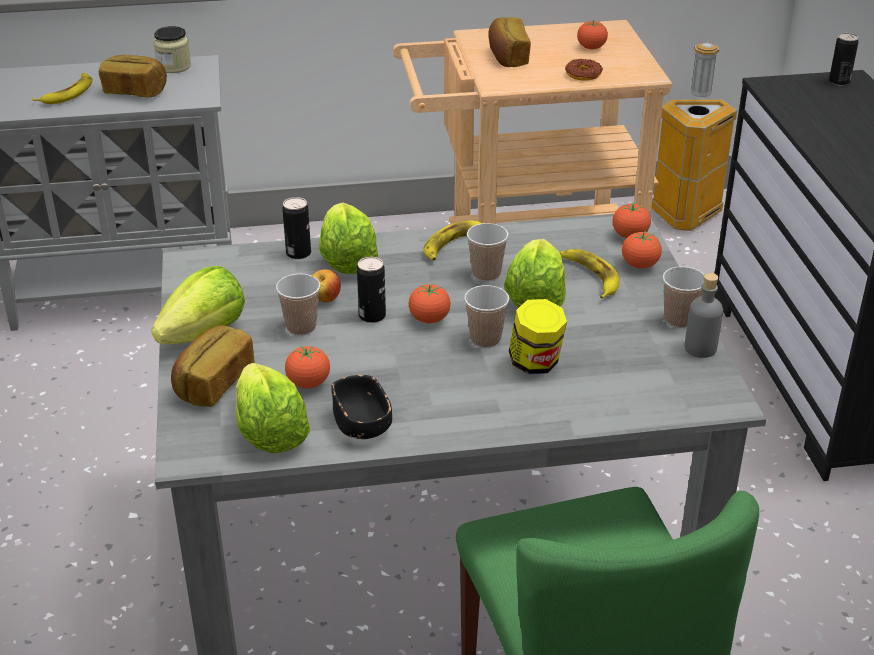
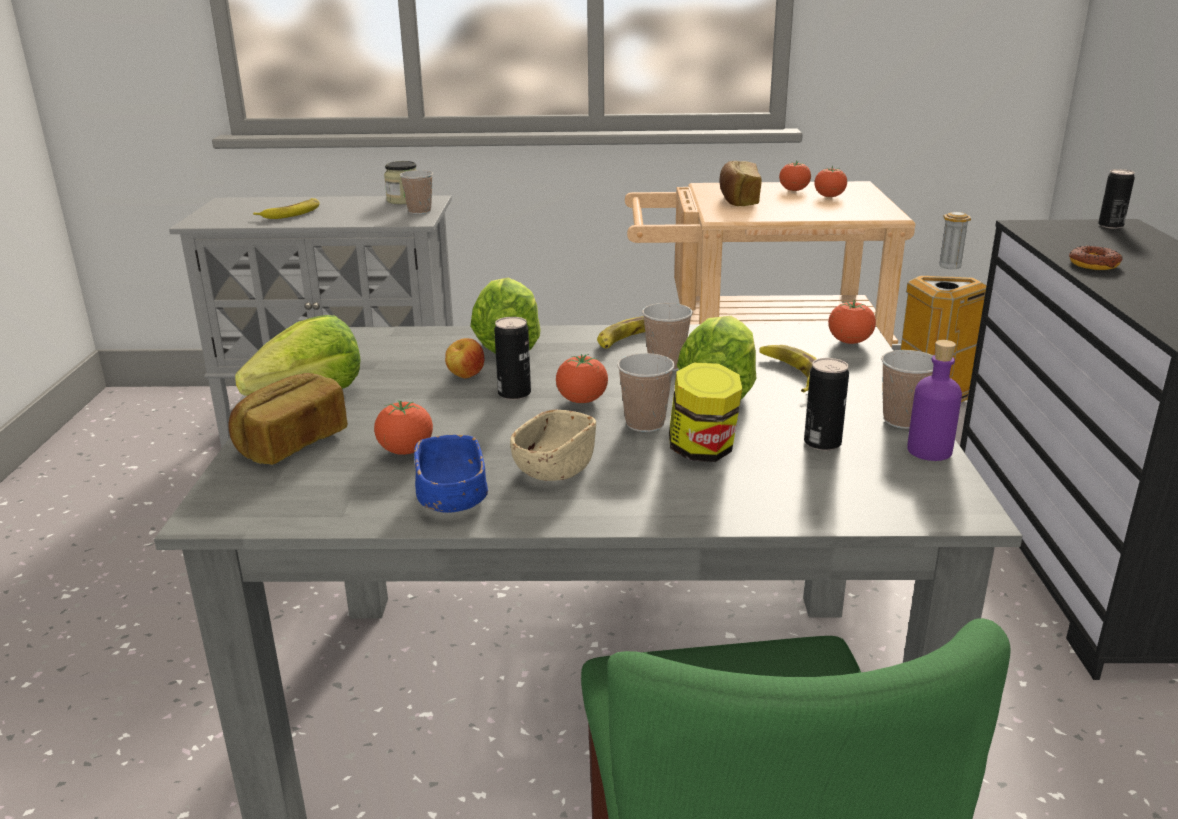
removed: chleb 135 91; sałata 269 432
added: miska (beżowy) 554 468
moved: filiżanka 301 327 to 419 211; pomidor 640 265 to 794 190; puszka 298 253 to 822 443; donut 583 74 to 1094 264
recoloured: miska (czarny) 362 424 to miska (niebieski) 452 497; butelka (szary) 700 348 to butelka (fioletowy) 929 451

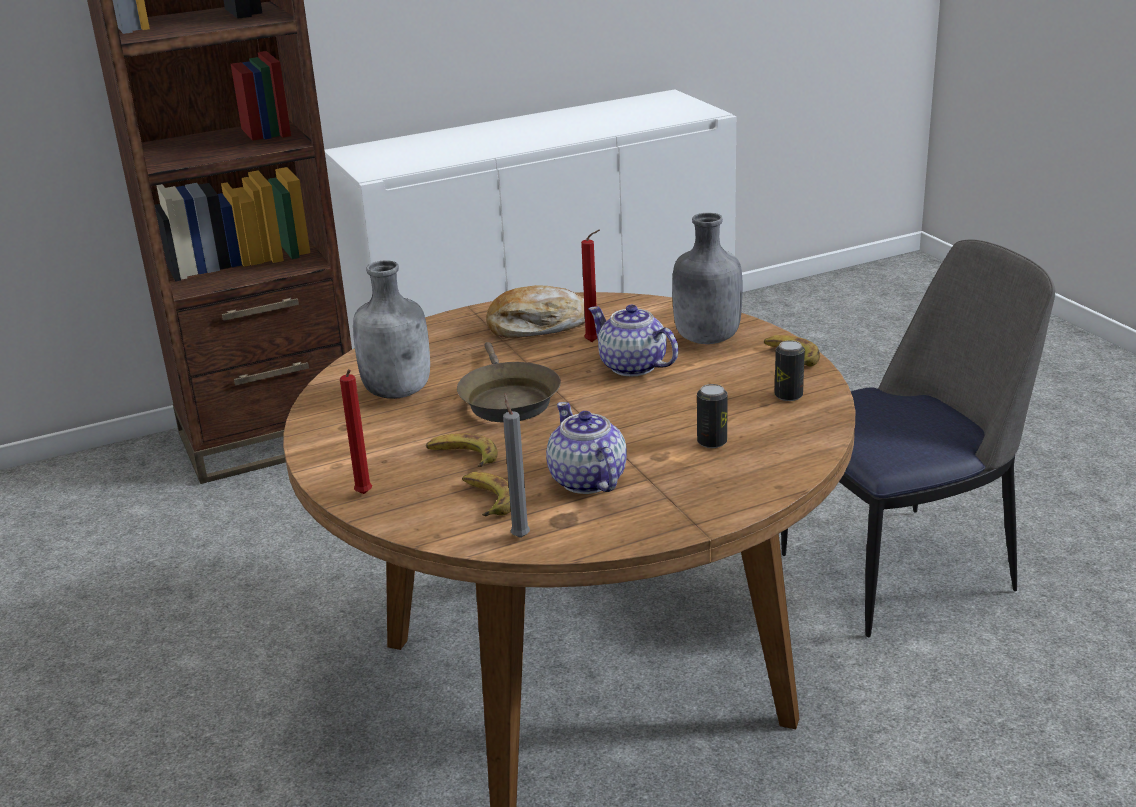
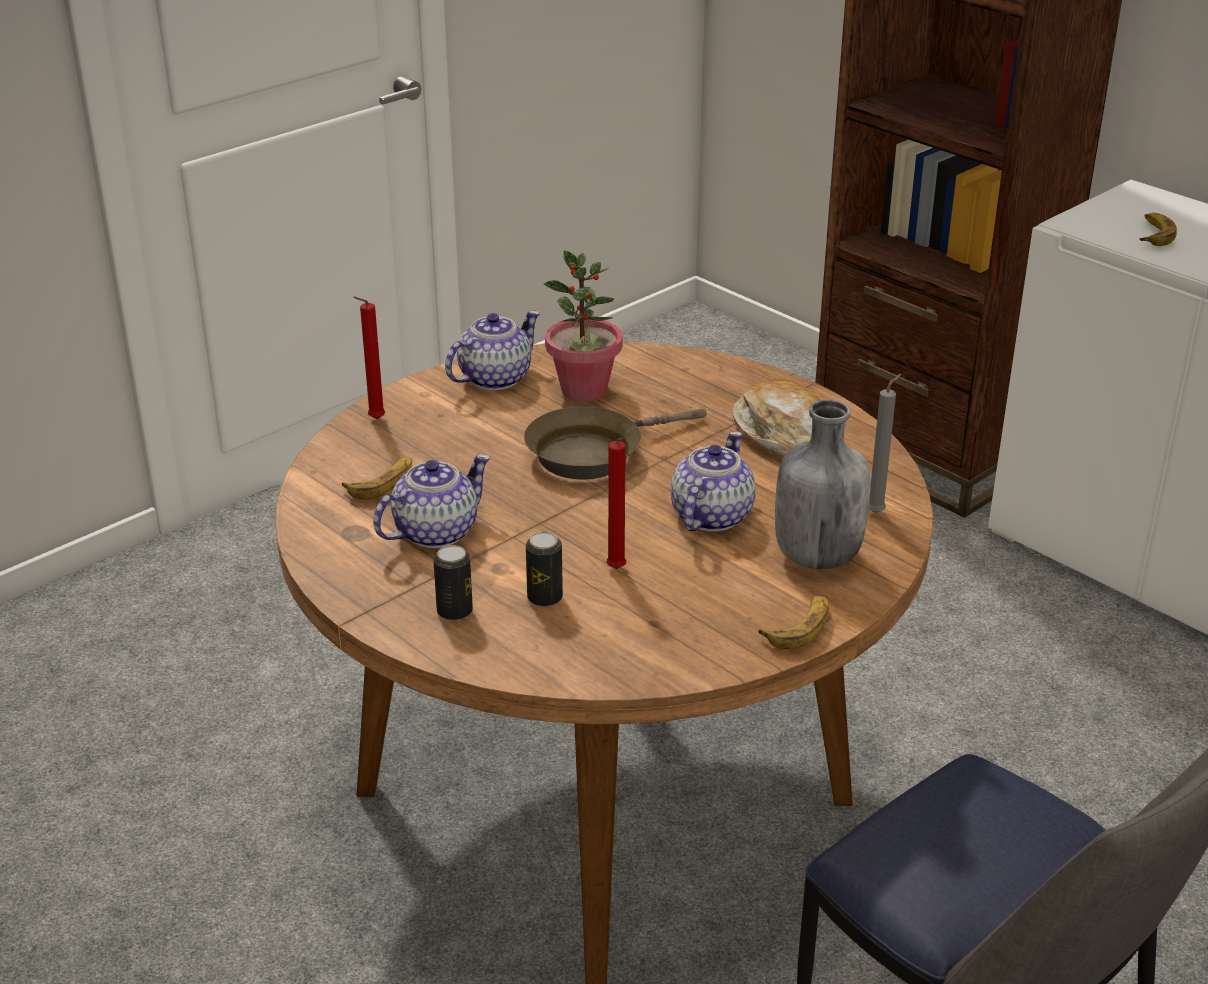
added: imbryk 493 378
moved: puszka 788 395 to 454 611; świeca (czerwony) 594 342 to 616 570; świeca (szary) 520 535 to 878 512; banan 462 456 to 1153 234
replaced: butelka (szary) 399 391 to roślina doniczkowa 584 390

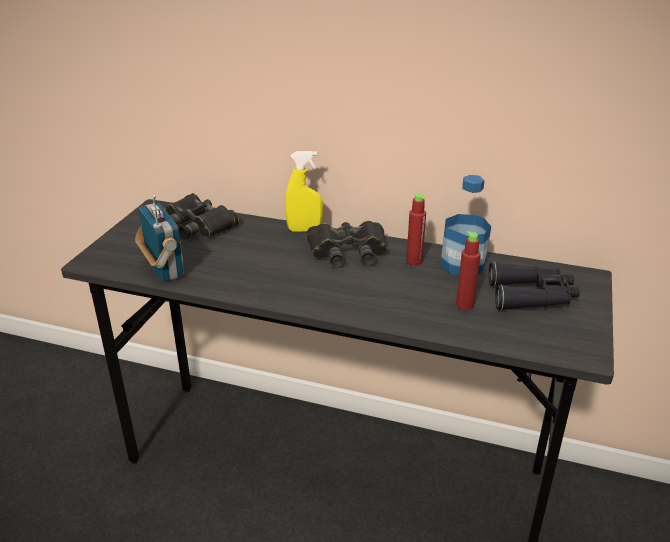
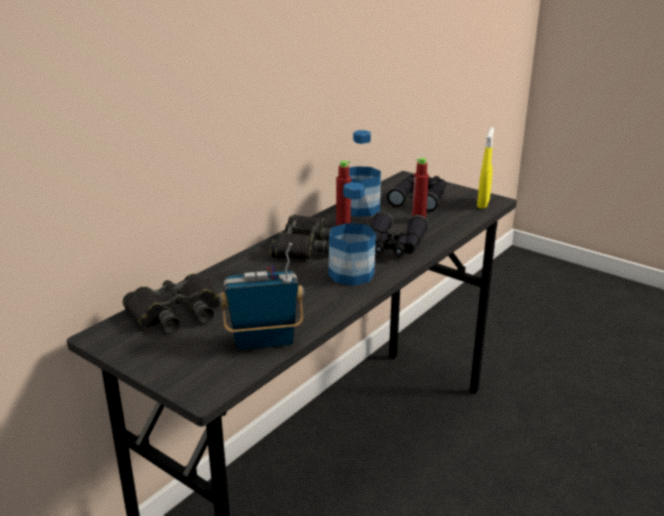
added: butelka 351 274; lornetka (czarny) 394 246
moved: spryskiwacz (żółty) 304 230 to 483 204

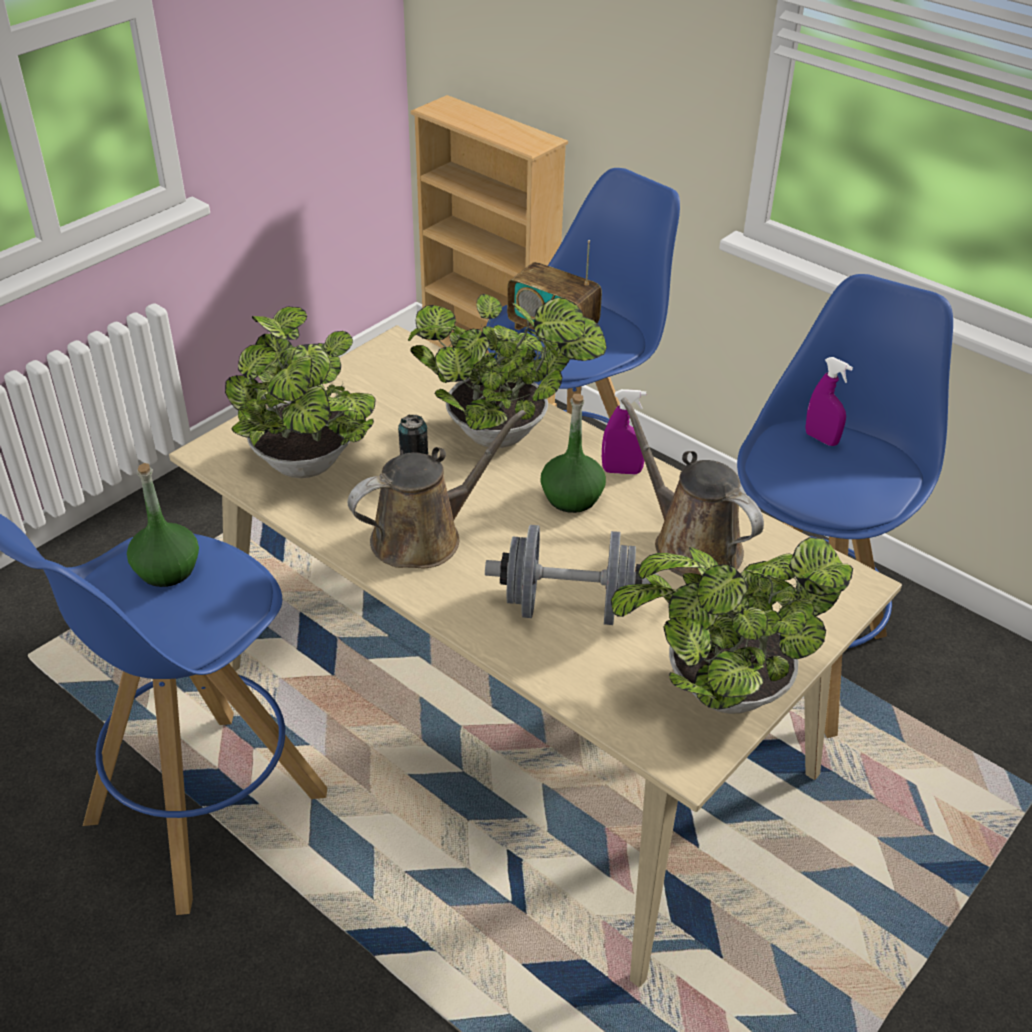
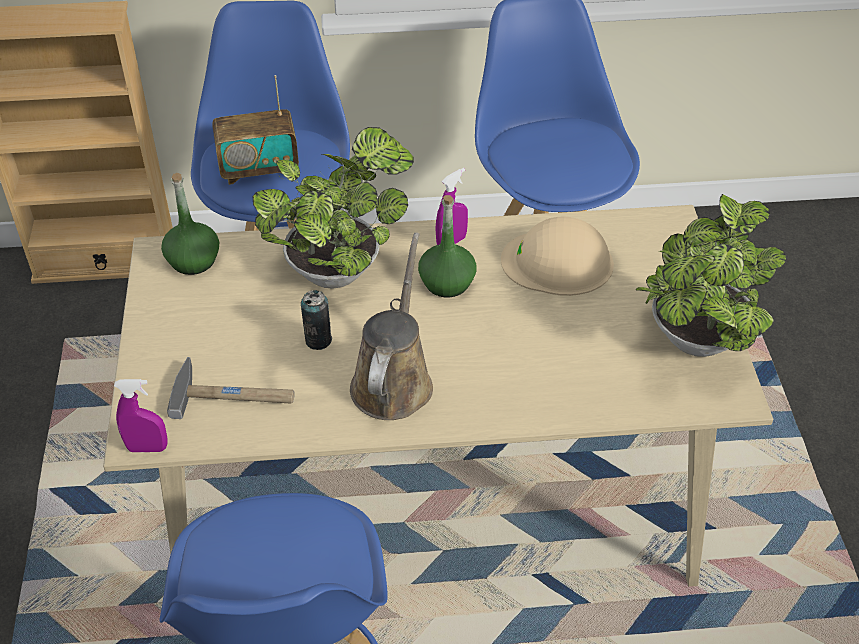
removed: hantel (szary) 569 607
moved: spryskiwacz (fioletowy) 821 439 to 147 448; butelka (zielony) 167 570 to 193 261
replaced: roślina doniczkowa 306 467 to młotek 234 395; konewka (brązowy) 691 544 to kask (beżowy) 558 262

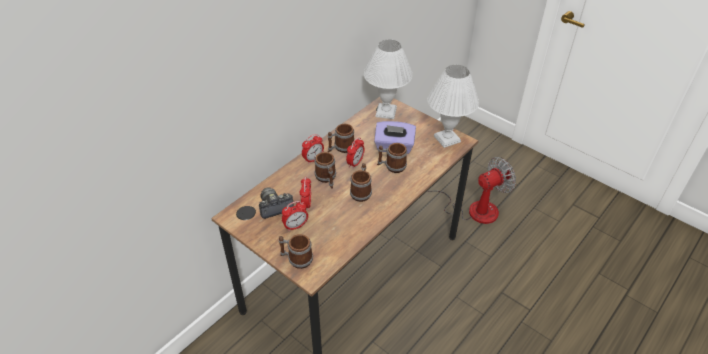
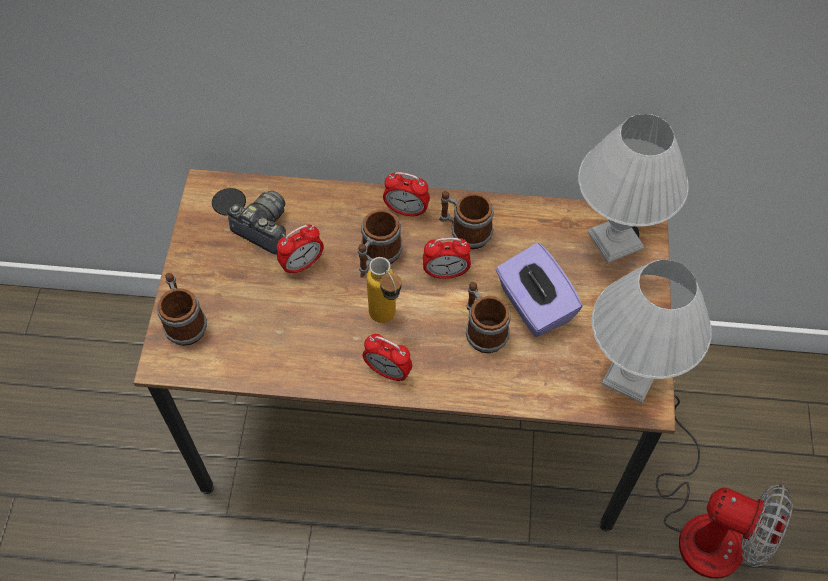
moved: budzik 295 226 to 388 371
replaced: kubek 361 191 to butelka 387 321

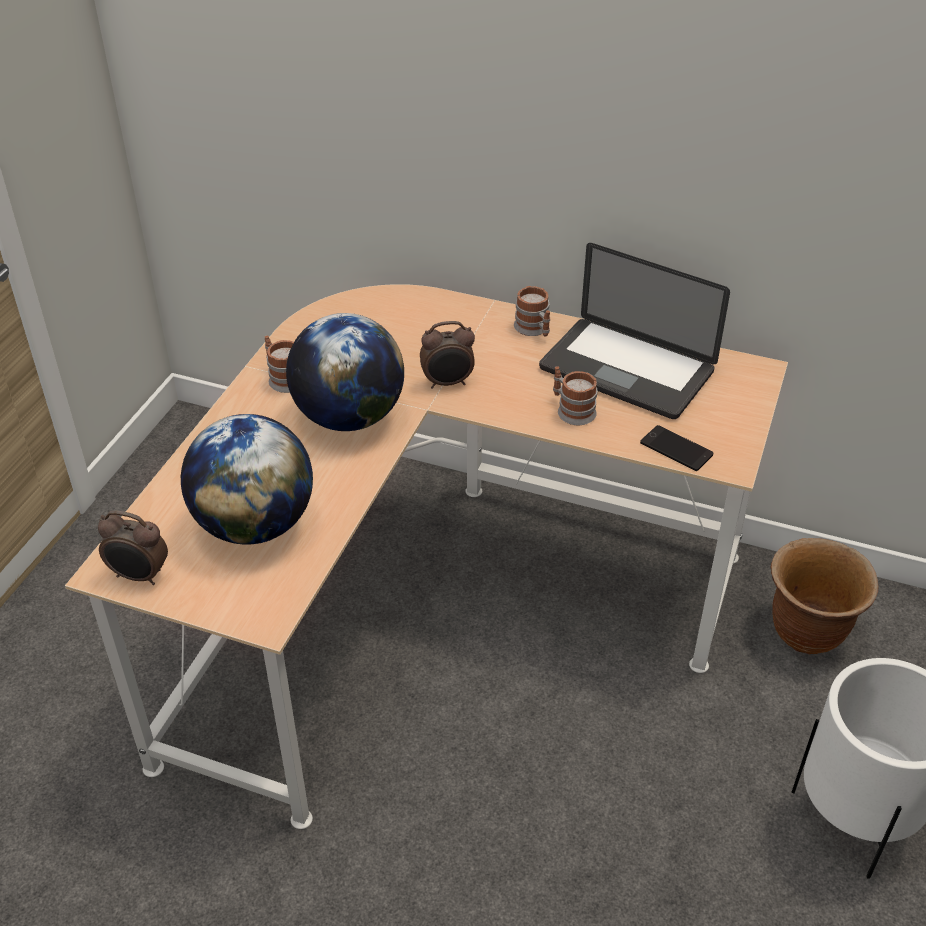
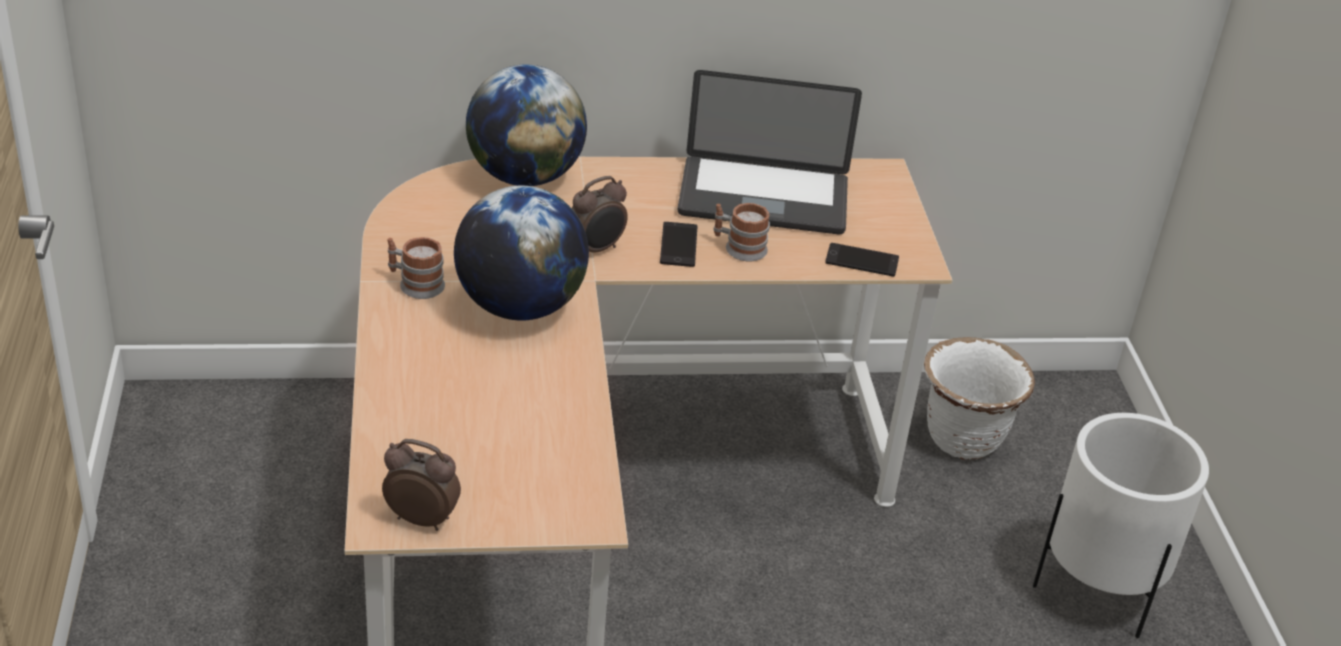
removed: kubek 534 329
added: telefon 678 245
moved: globus 255 525 to 525 176
recoloured: donica (brązowy) 807 631 to donica (biały) 962 438
turned: budzik 139 576 = 422 518 150 degrees counterclockwise

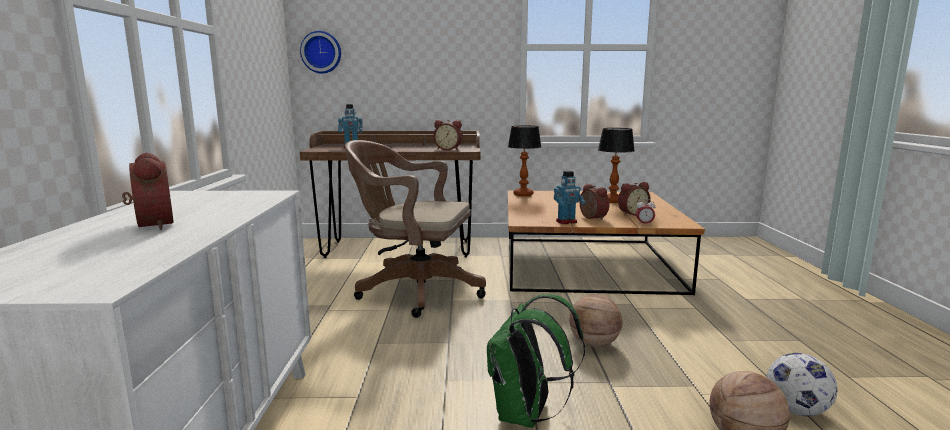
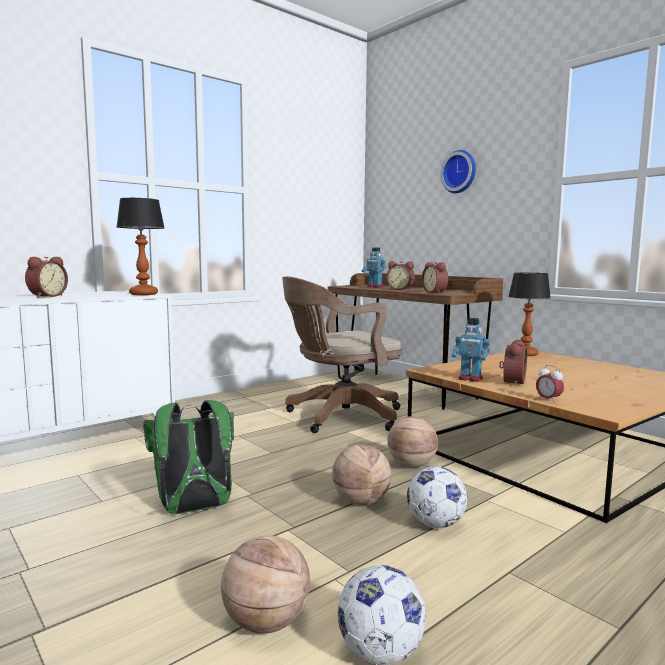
added: piłka do koszykówki 411 465; piłka futbolowa 436 524
moved: lampa stołowa 613 201 to 143 294; budzik 631 214 to 400 289; zegar ścienny 321 52 to 460 172
turned: krzesło biurowe (brązowy) 414 290 = 339 417 90 degrees counterclockwise

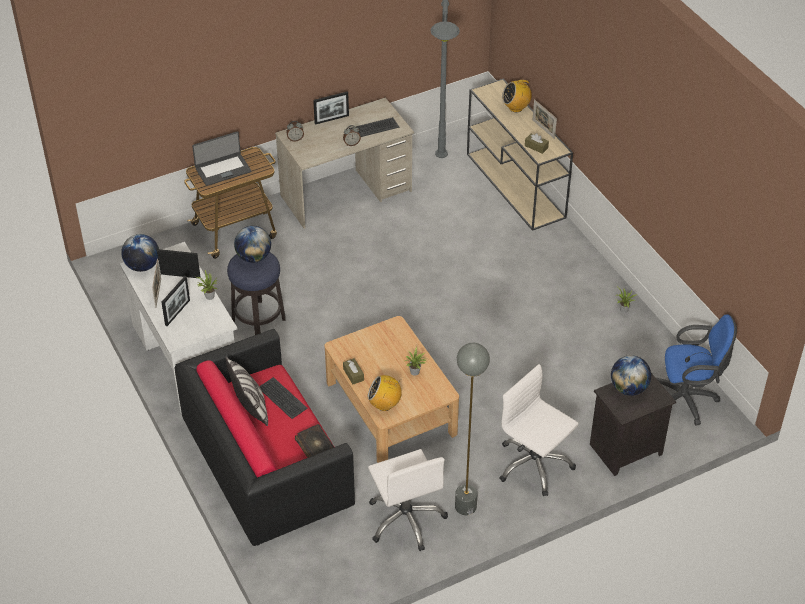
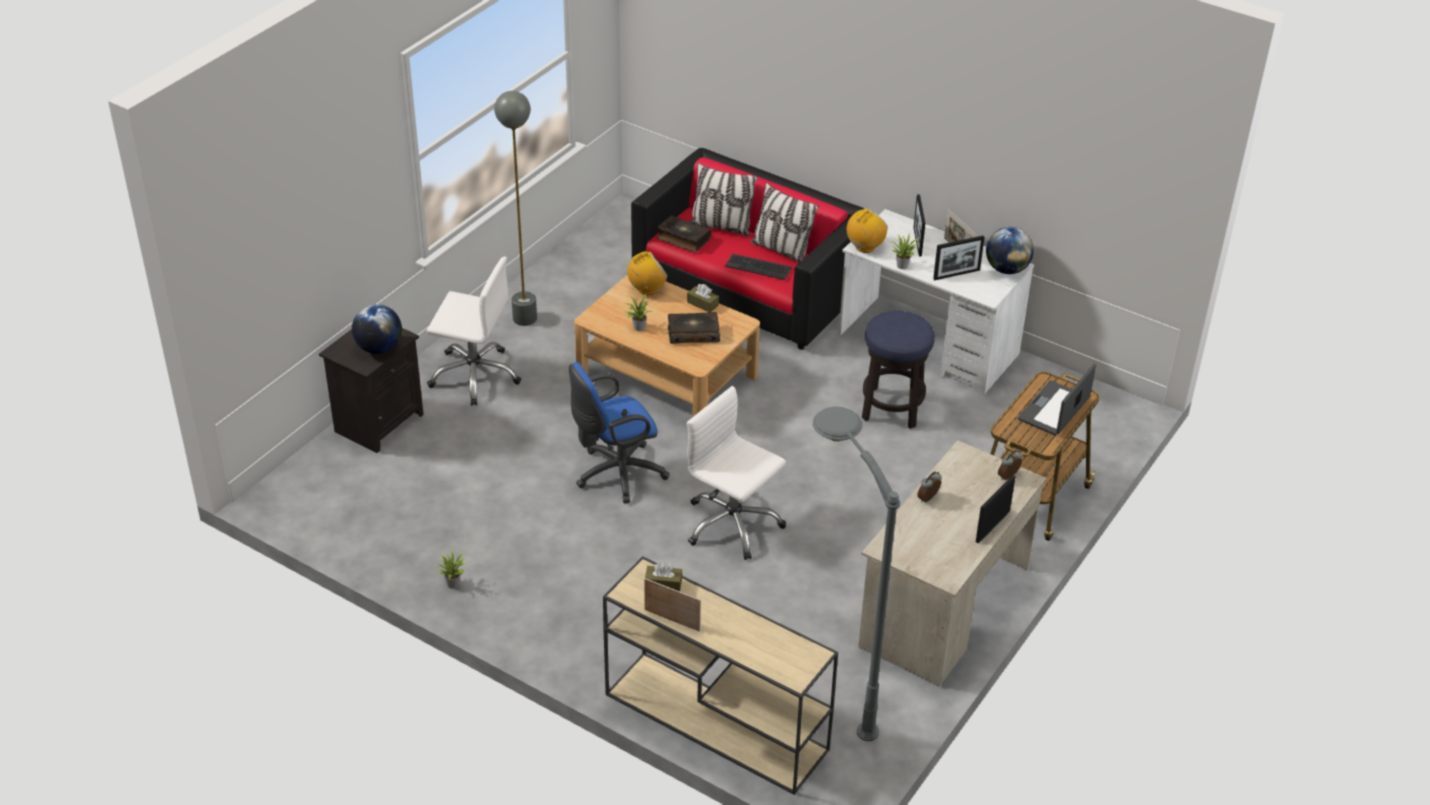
removed: globus 254 257; klawiatura 374 128
added: książka 693 333; poduszka 721 226
moved: krzesło biurowe (niebieski) 687 400 to 615 474; krzesło biurowe (biały) 406 519 to 732 524; radio 516 108 to 865 247

